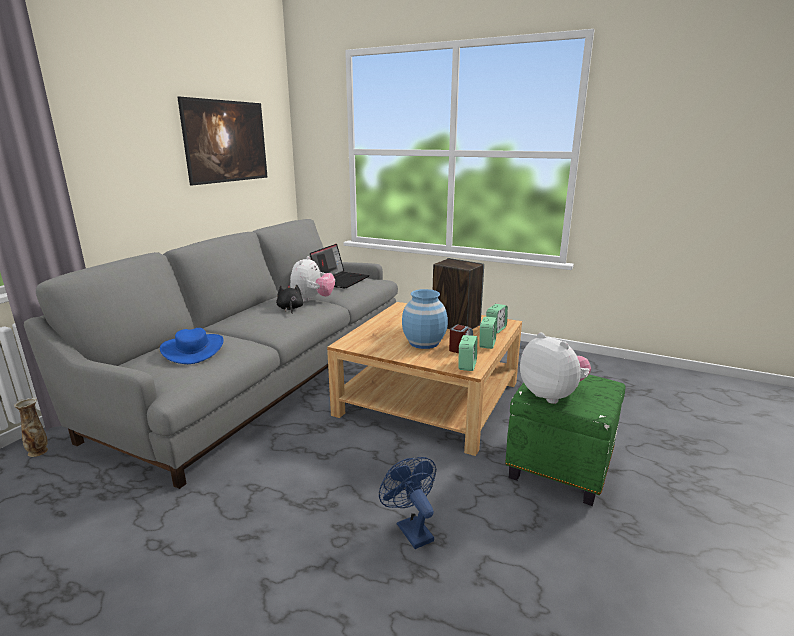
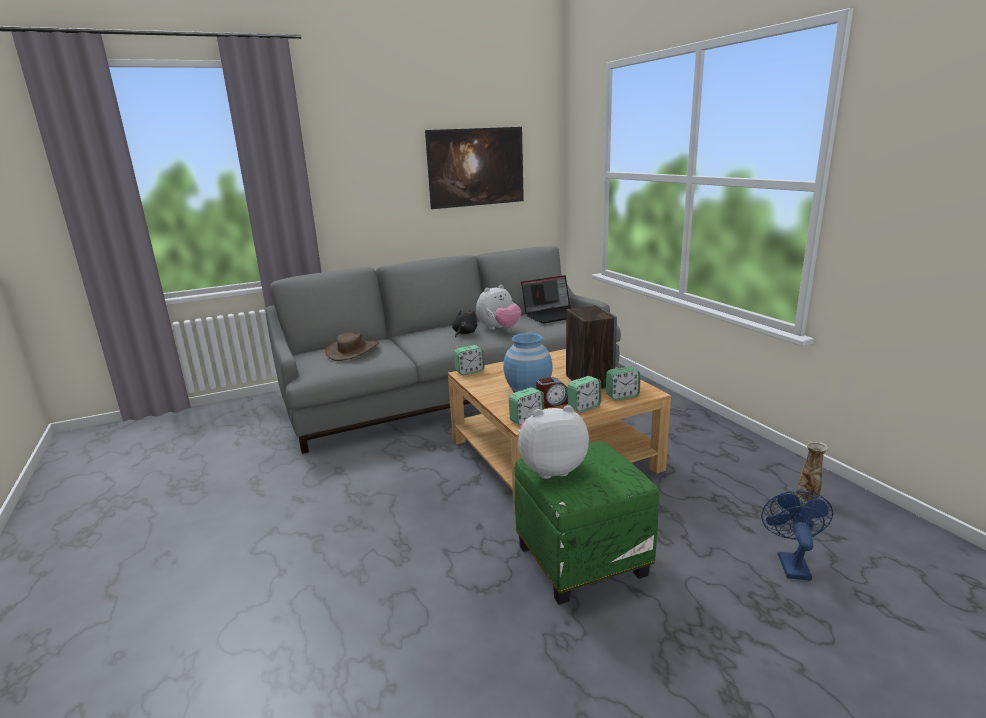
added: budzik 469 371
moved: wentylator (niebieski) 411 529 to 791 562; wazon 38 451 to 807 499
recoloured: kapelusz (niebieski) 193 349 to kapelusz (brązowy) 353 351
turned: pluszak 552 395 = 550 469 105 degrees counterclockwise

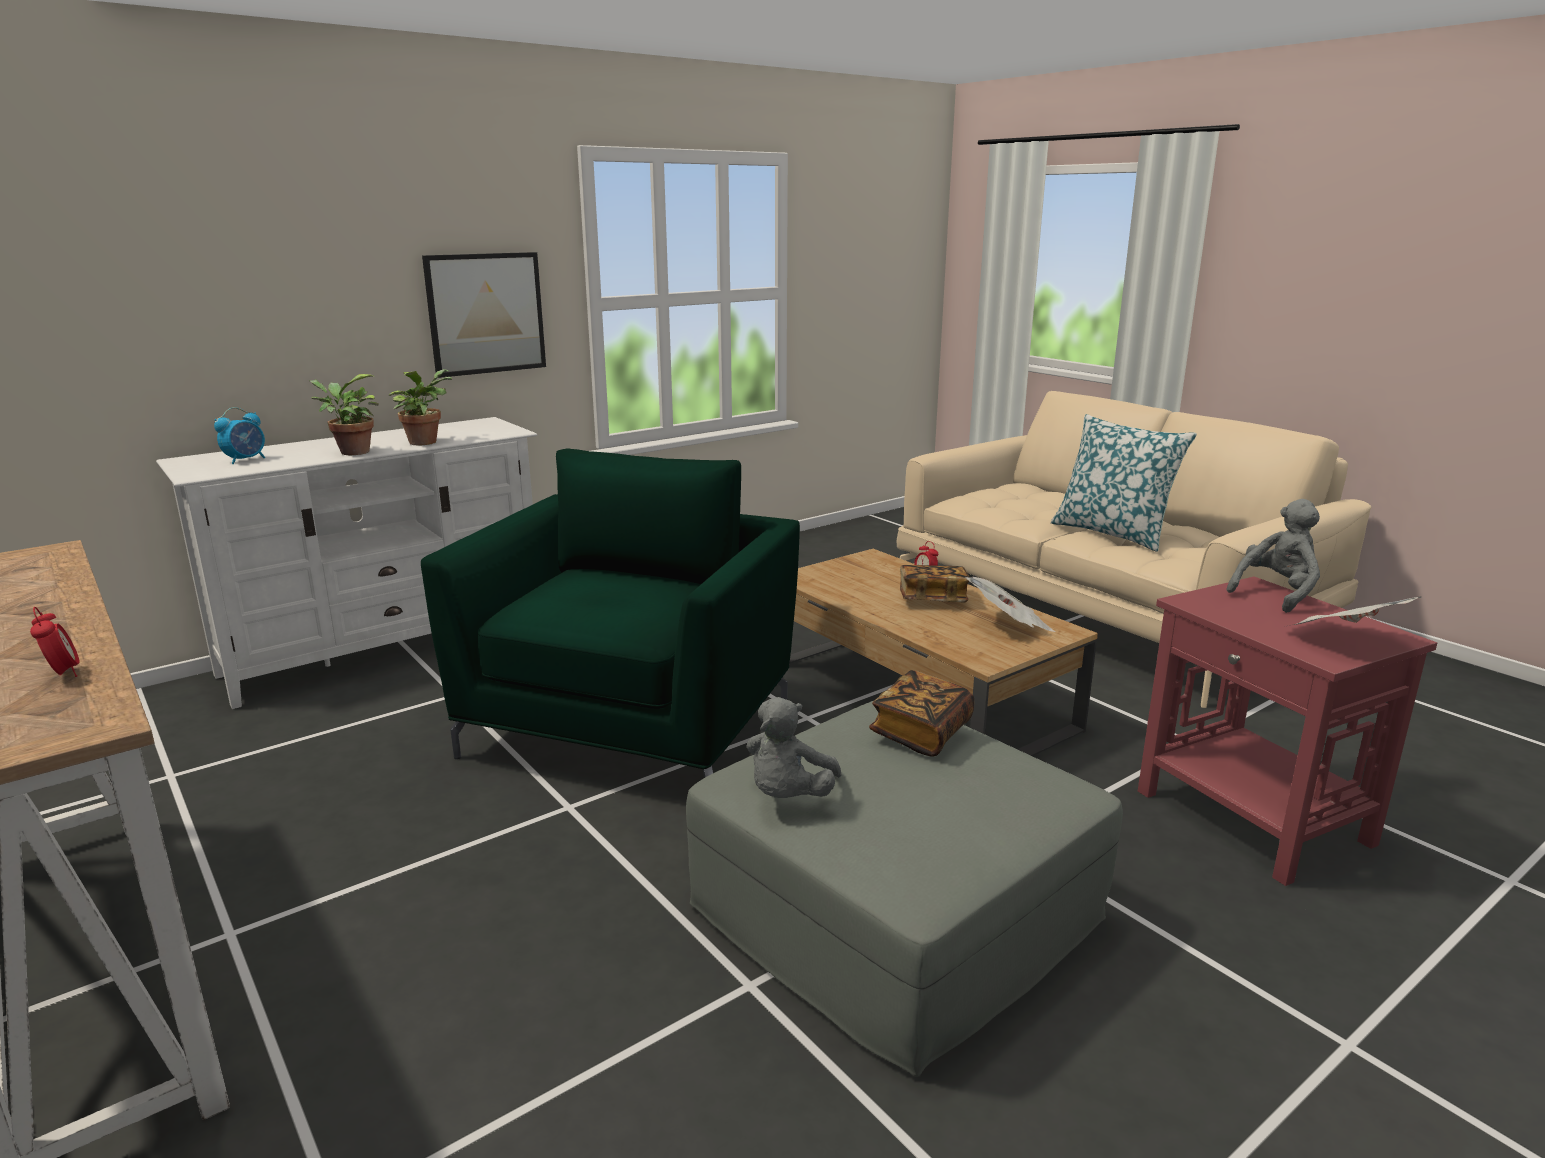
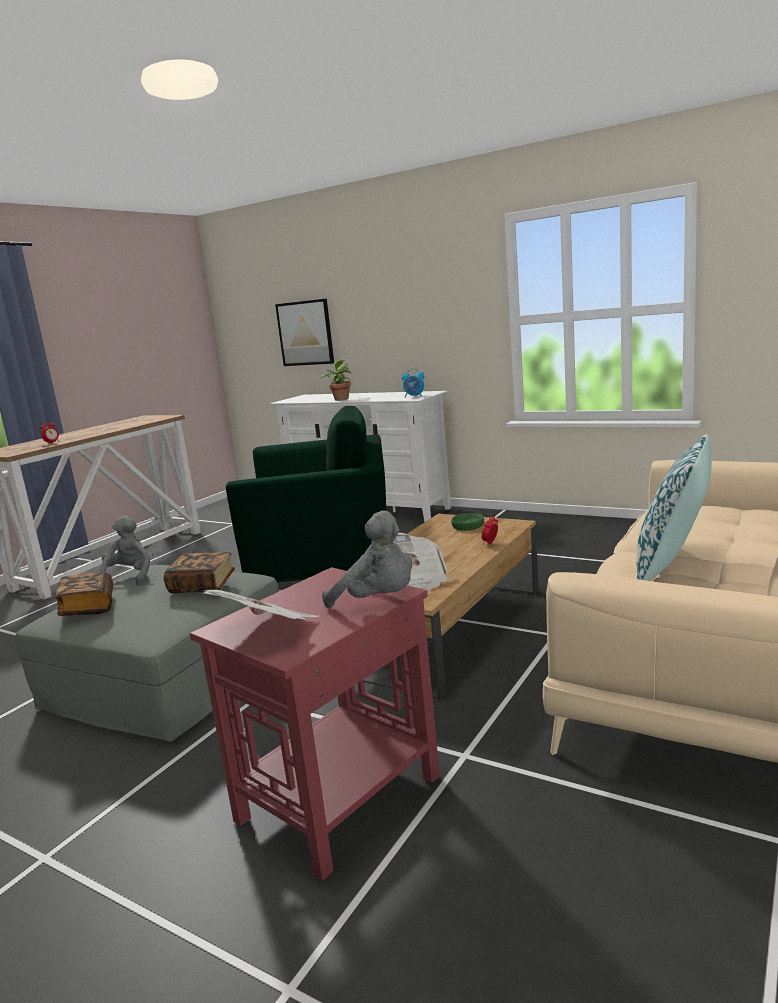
removed: roślina doniczkowa 424 441
added: miska (zielony) 468 526
moved: książka 932 599 to 88 607; obraz 486 313 to 305 333; budzik 246 460 to 414 396
turned: pluszak (szary) 788 796 = 130 577 90 degrees clockwise

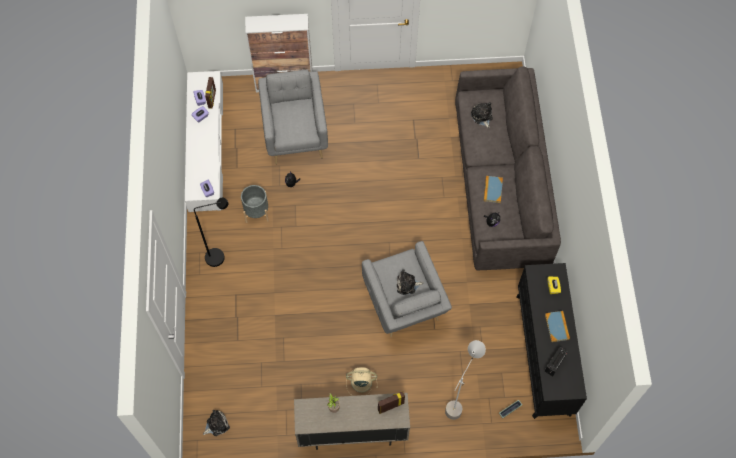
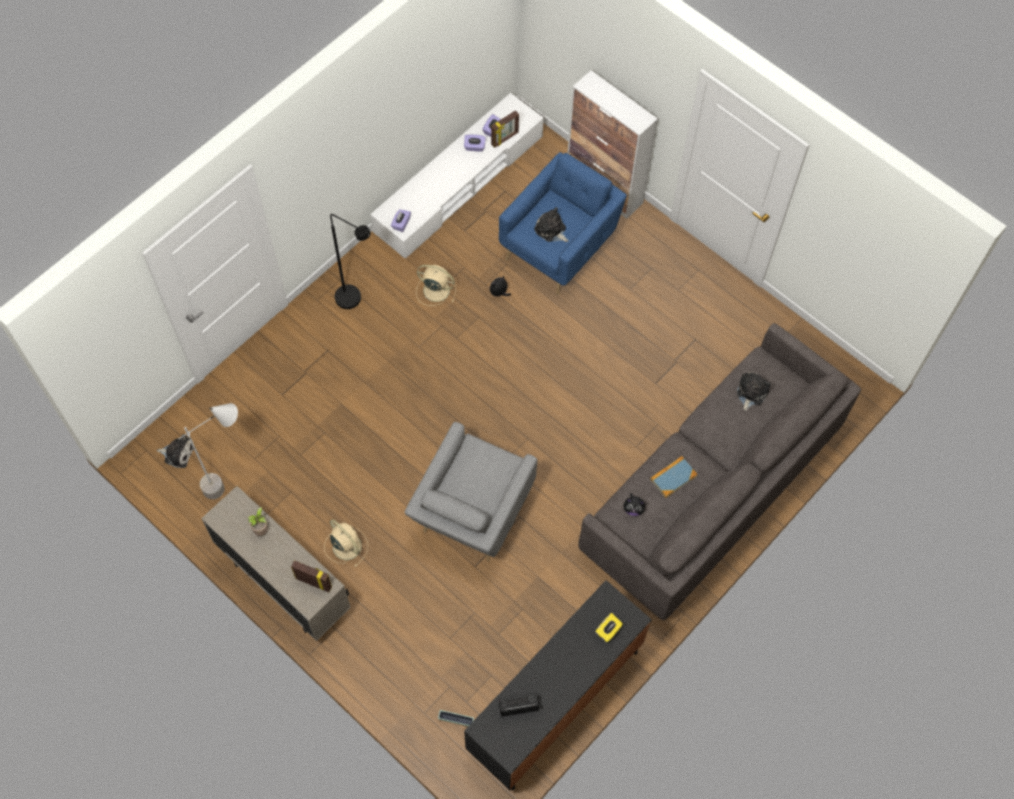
removed: książka 557 327
moved: lampa stojąca (szary) 459 399 to 231 483; pluszak 407 285 to 551 230
replaced: donica (szary) 256 212 to wentylator (beżowy) 435 290
recoloured: fotel (szary) 295 132 to fotel (niebieski) 559 246

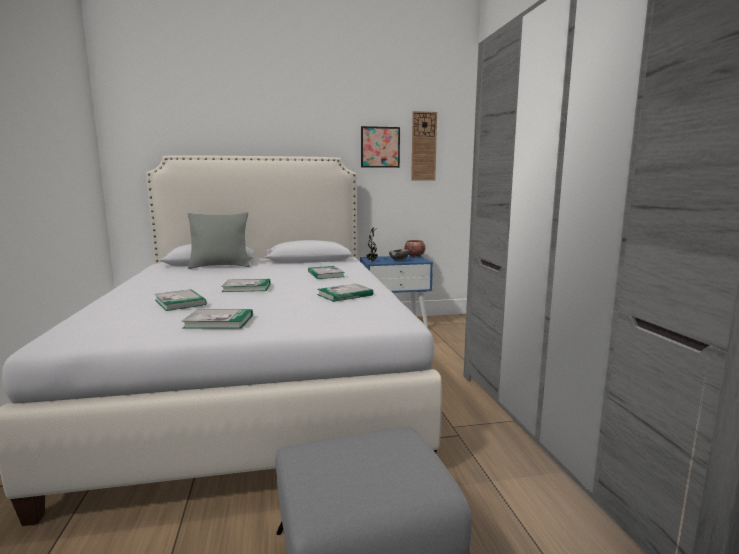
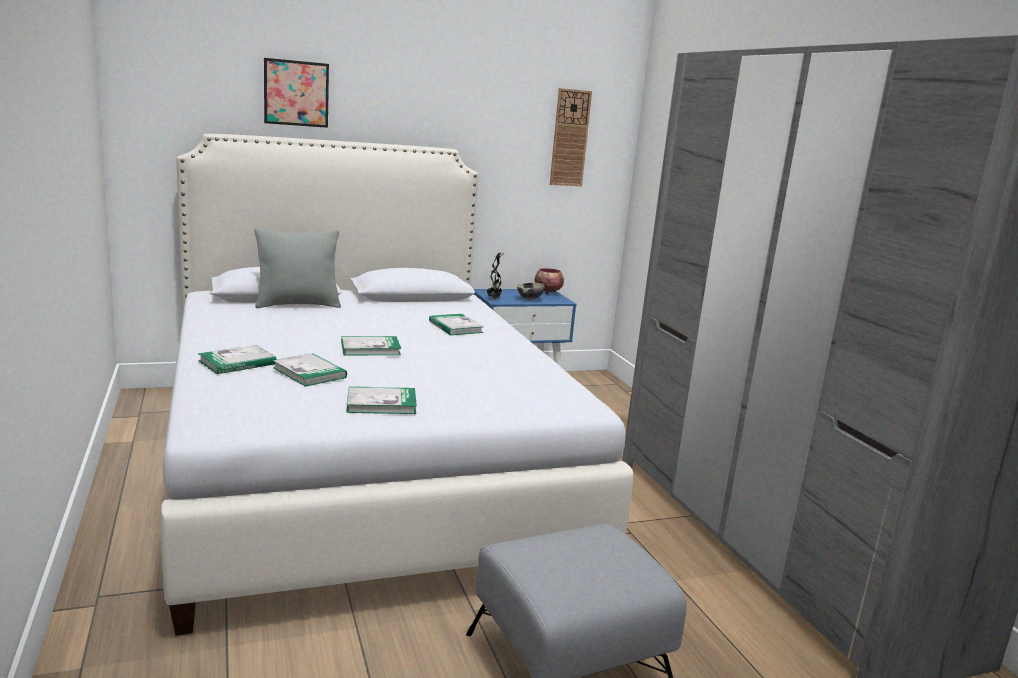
moved: książka 345 295 to 237 362; obraz 380 147 to 296 93

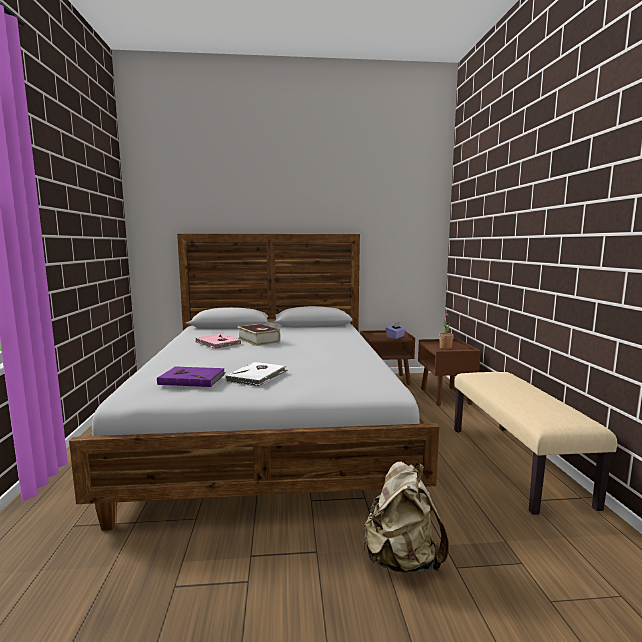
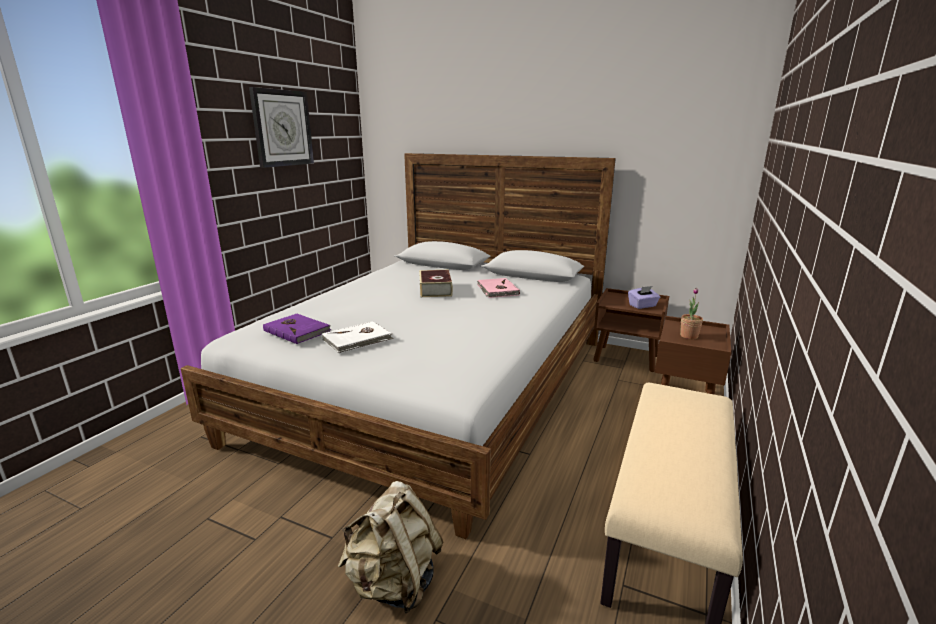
added: zegar ścienny 282 128
moved: książka (różowy) 217 343 to 497 290

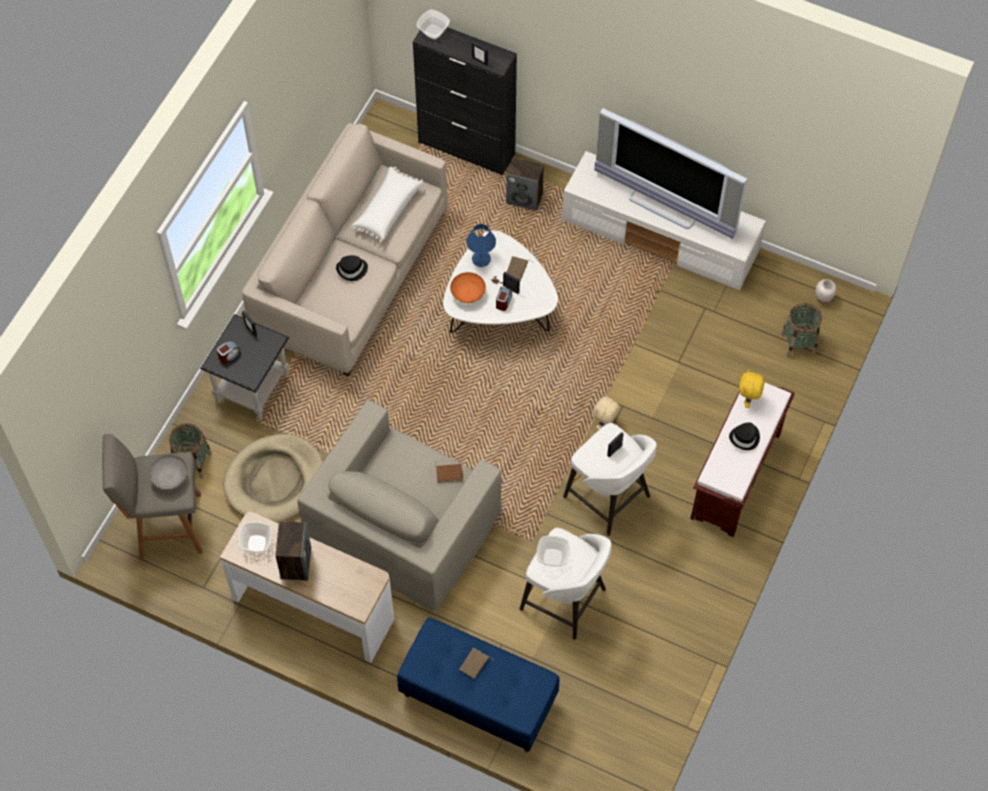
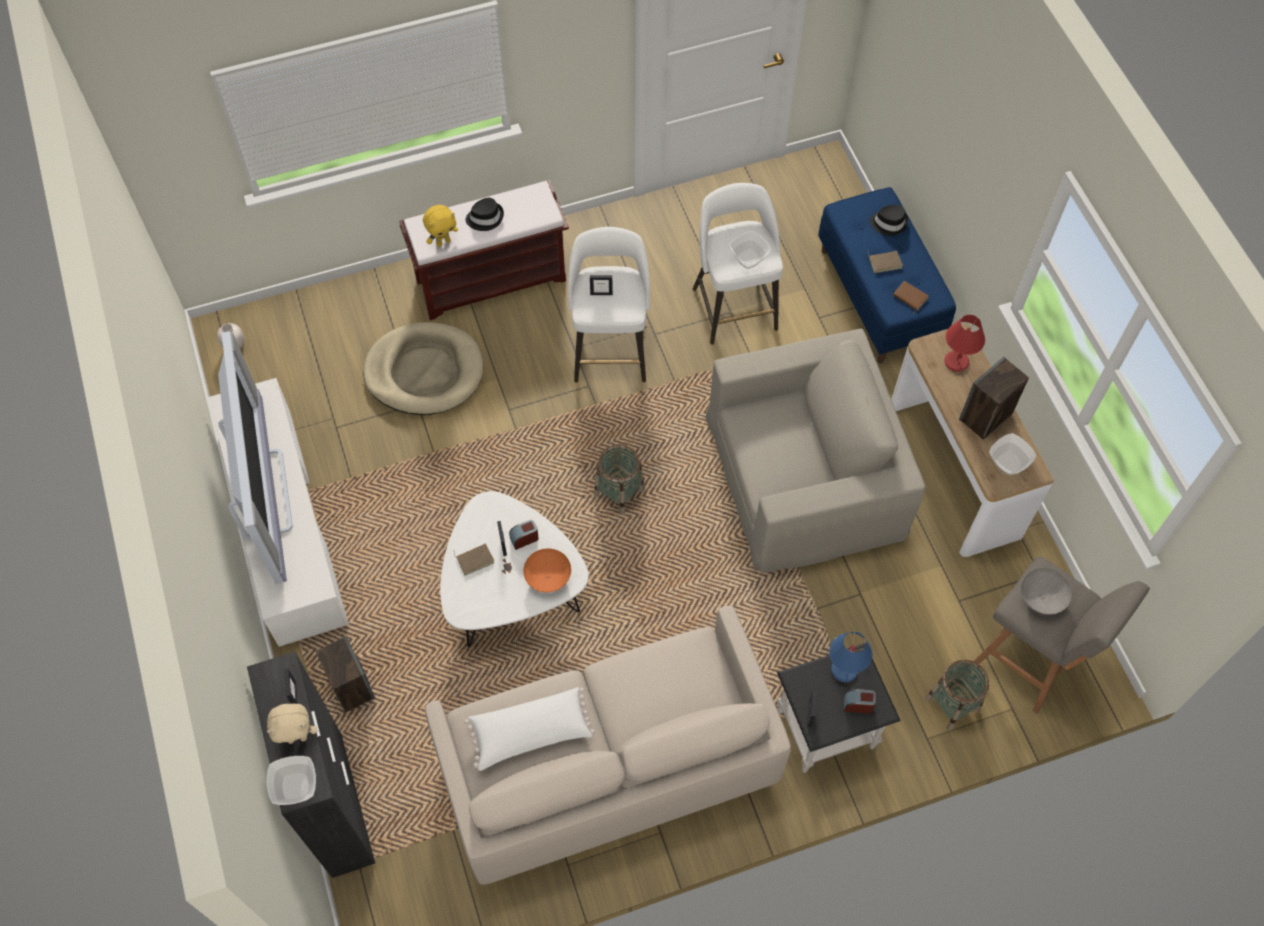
added: lampa stołowa (czerwony) 957 362
moved: pluszak (beżowy) 605 423 to 297 737; legowisko (beżowy) 275 481 to 424 372; koszyk 798 343 to 619 493; lampa stołowa (niebieski) 481 259 to 845 670; kapelusz (czarny) 352 270 to 889 223; książka (brązowy) 449 473 to 909 297

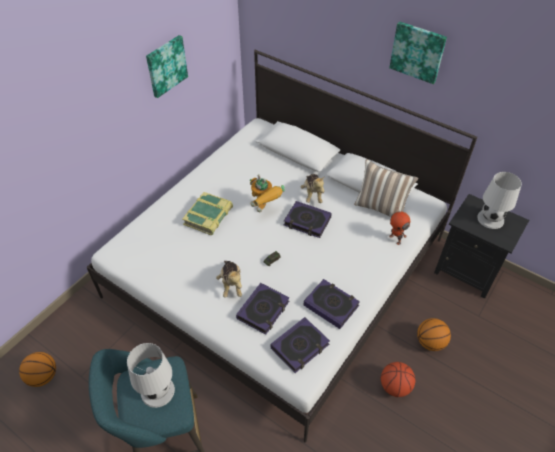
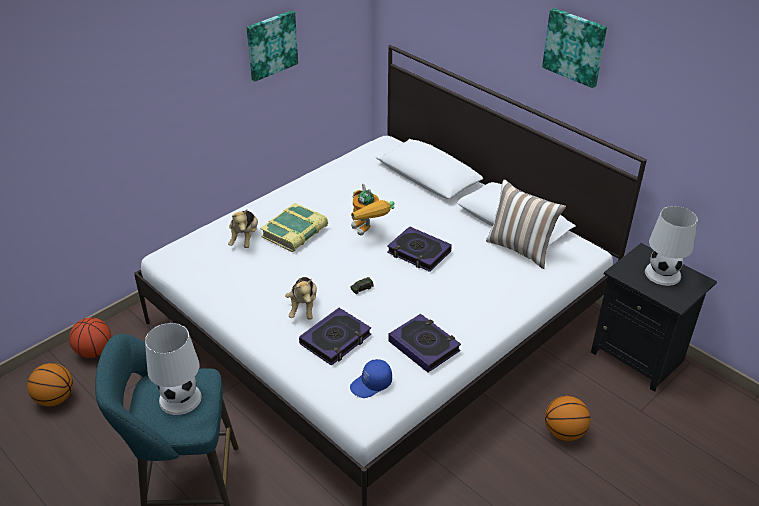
removed: robot zabawkowy 395 239
moved: piłka do koszykówki 394 386 to 94 351; pluszak 312 194 to 245 238
replaced: książka 300 347 to czapka z daszkiem (niebieski) 371 384

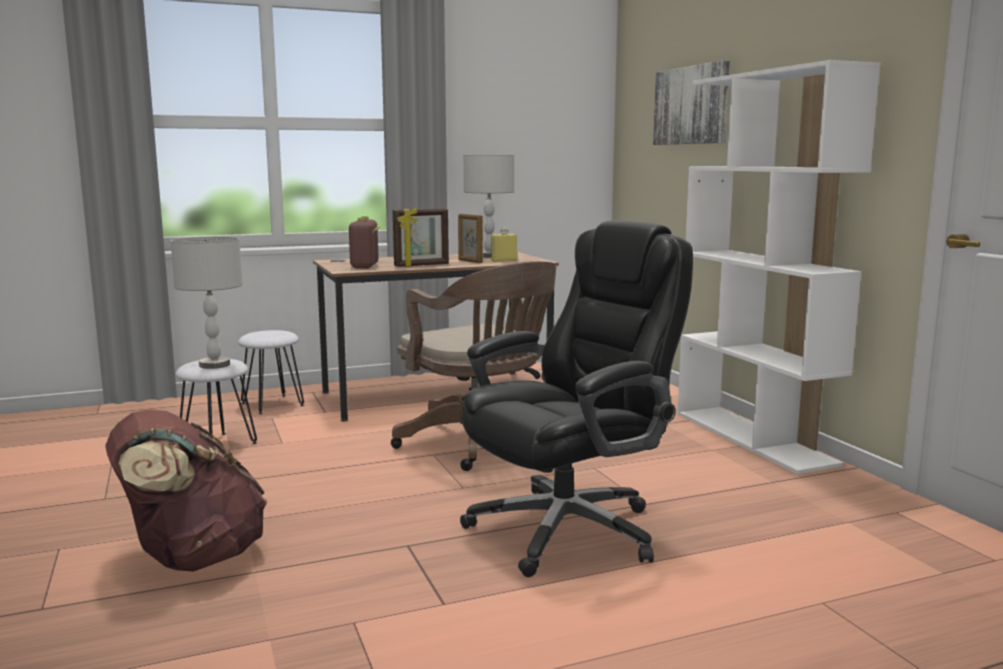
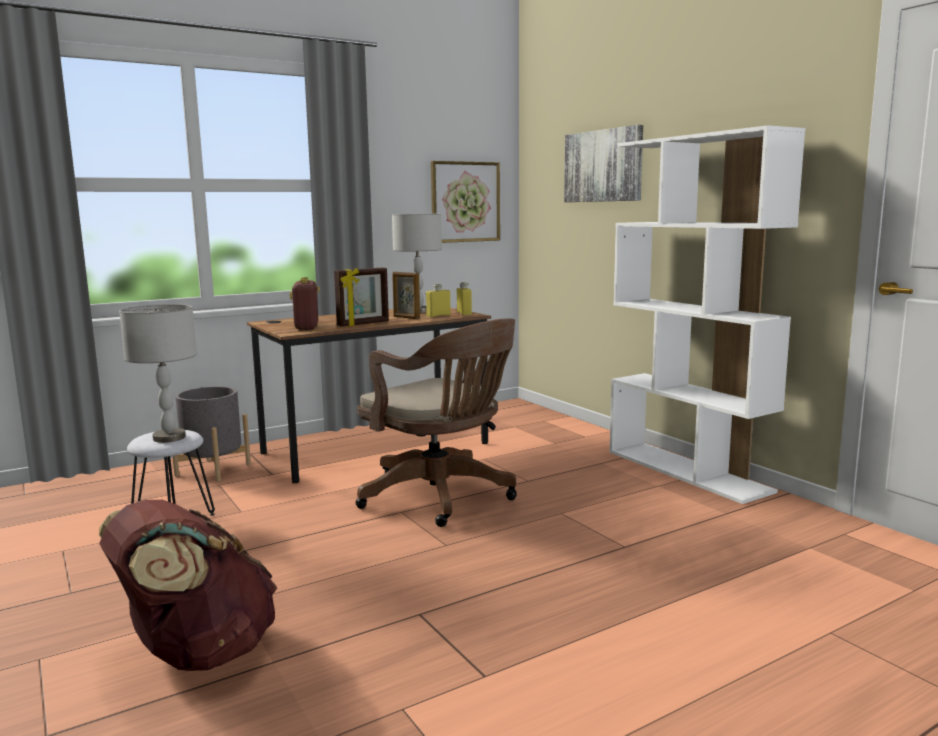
removed: krzesło biurowe (czarny) 568 529
added: obraz 465 202; butelka (żółty) 464 313
replaced: stołek (biały) 272 404 to donica (szary) 213 470

